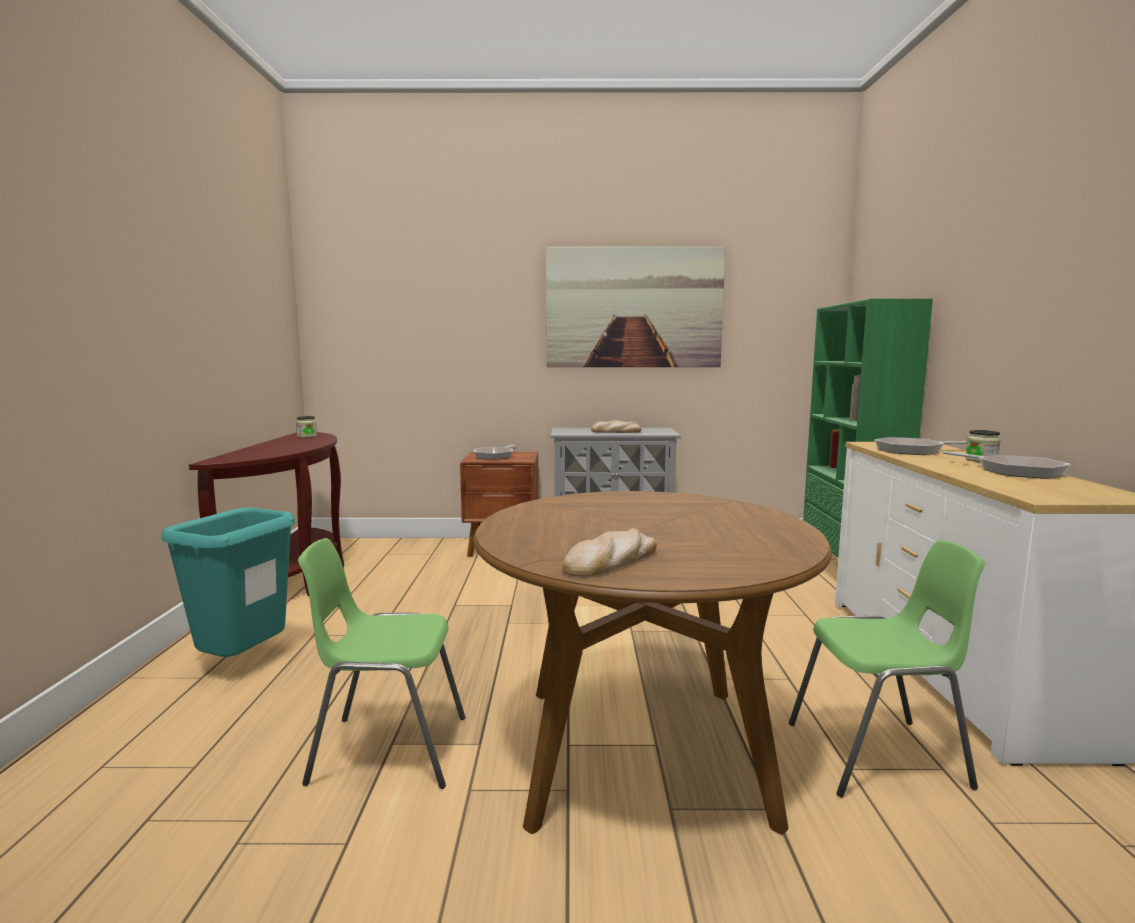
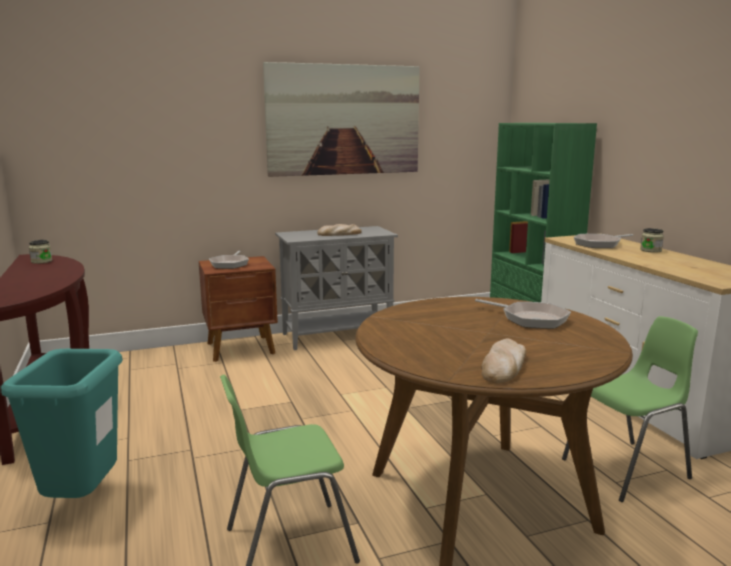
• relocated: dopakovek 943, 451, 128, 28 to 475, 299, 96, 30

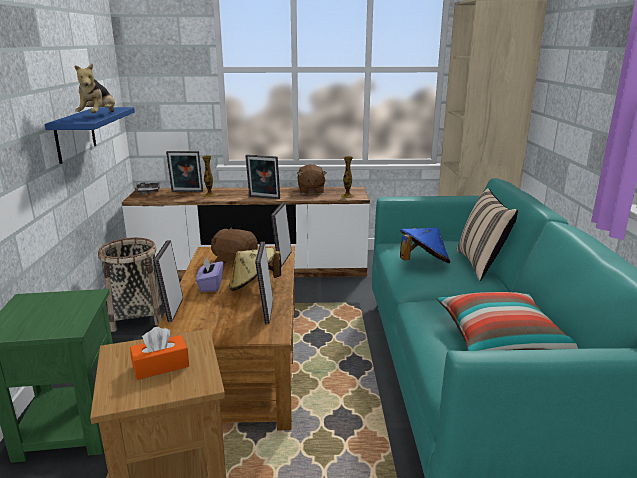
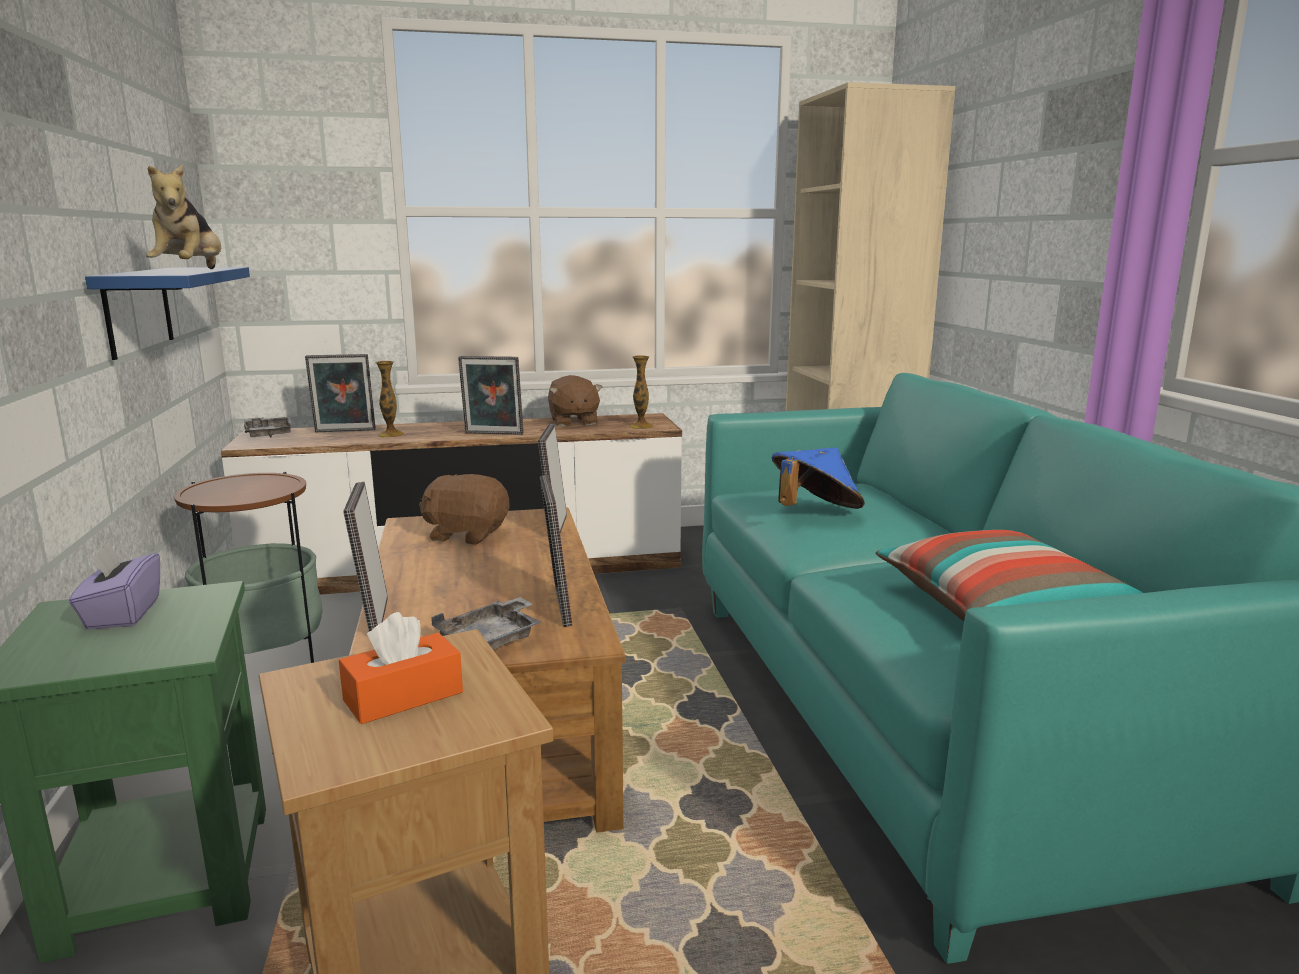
• missing: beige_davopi 229, 248, 52, 43
• missing: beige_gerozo 457, 188, 61, 93
• appeared: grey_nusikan 431, 597, 110, 53
• relocated: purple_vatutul 196, 258, 27, 34 to 69, 543, 91, 87
• exchanged: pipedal 98, 238, 64, 94 to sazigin 174, 472, 149, 191

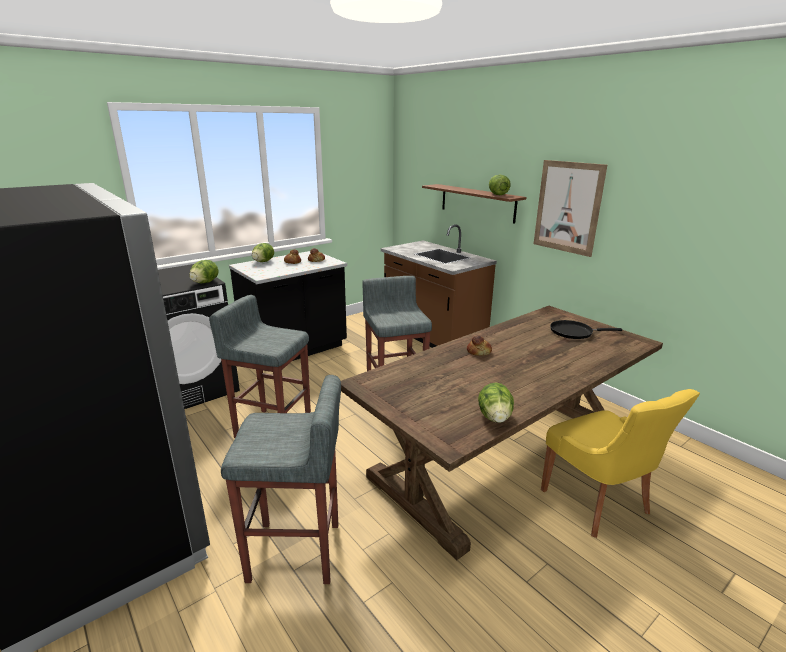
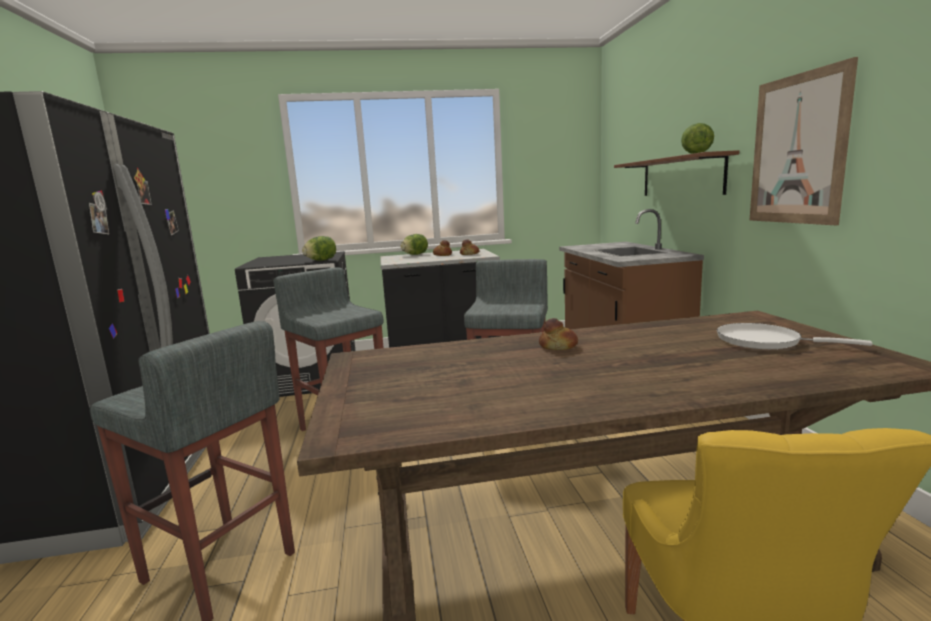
• missing: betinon 478, 383, 36, 40
• colour: black_dopakovek 550, 320, 72, 19 to white_dopakovek 717, 323, 156, 26

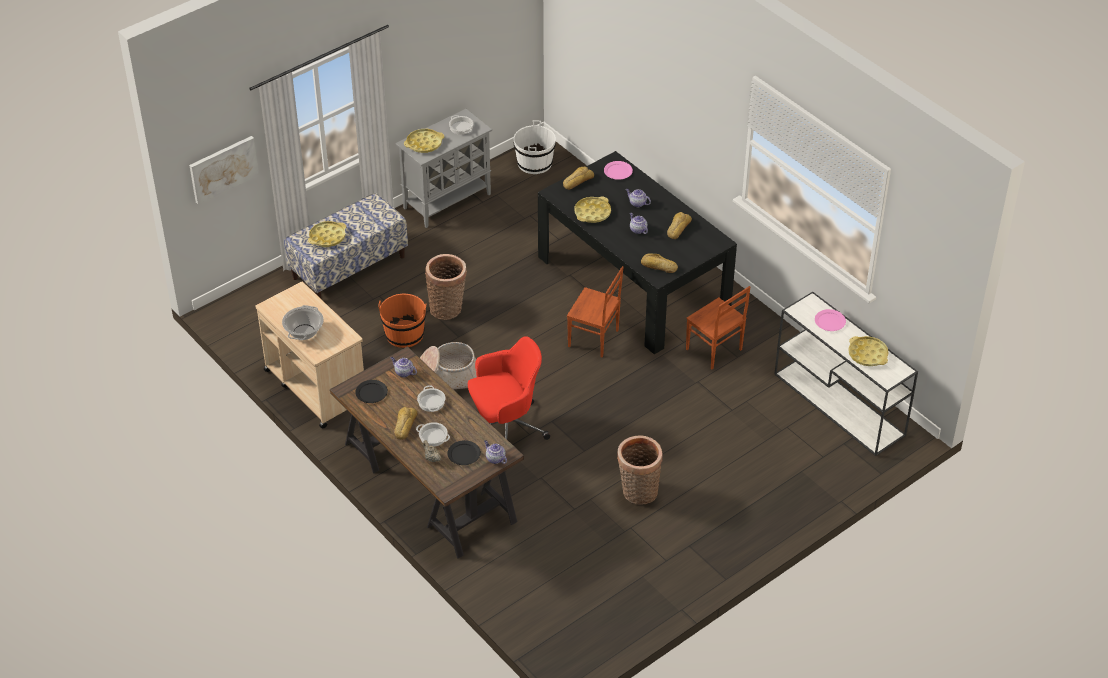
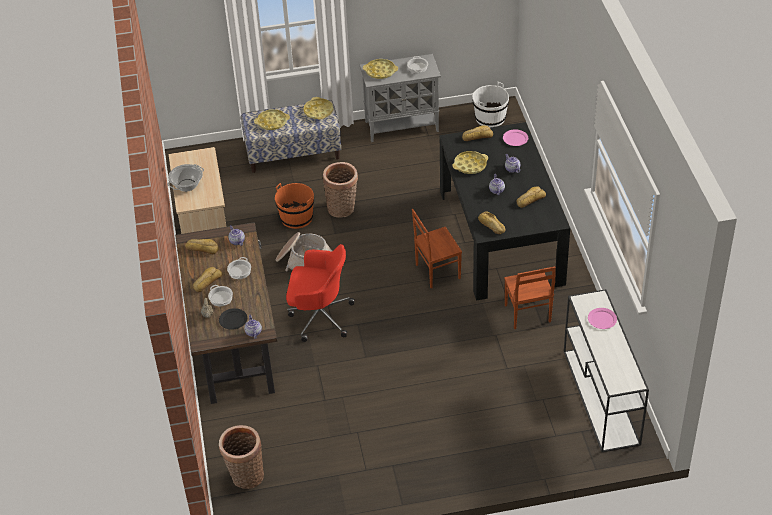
• missing: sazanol 189, 136, 70, 68
• relocated: pipedal 617, 435, 46, 70 to 219, 425, 45, 64
• relocated: yellow_nusikan 848, 336, 41, 30 to 303, 97, 30, 22
• exchanged: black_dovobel 355, 380, 33, 23 to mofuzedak 185, 239, 34, 15
• spun: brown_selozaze 567, 266, 56, 91 = 412, 209, 50, 79 105 degrees clockwise

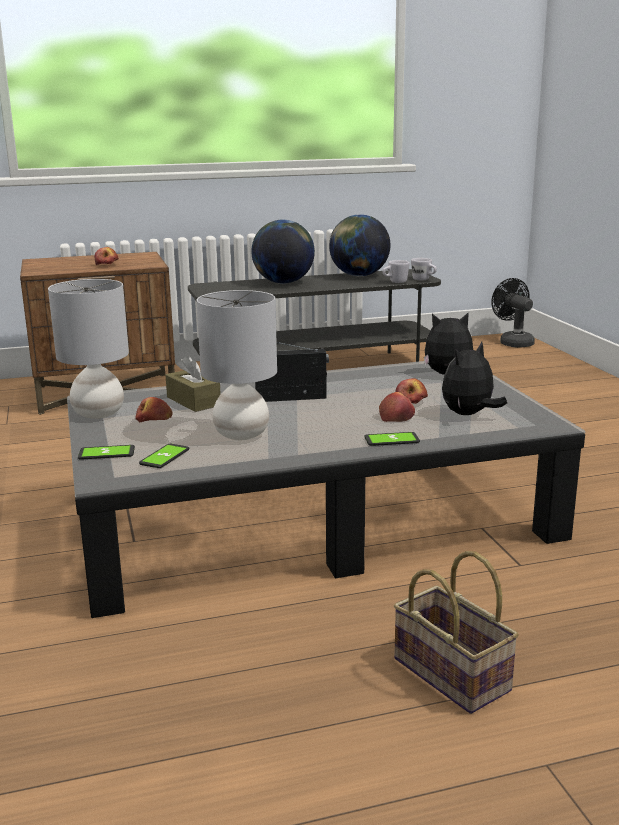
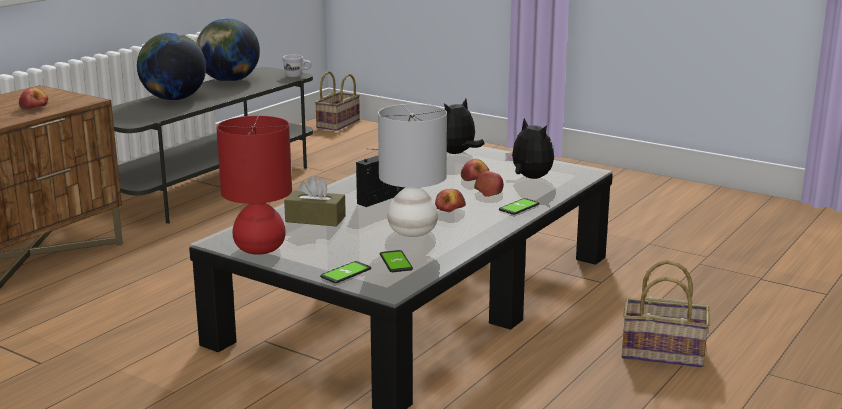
• missing: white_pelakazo 382, 260, 28, 23
• relocated: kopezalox 135, 397, 37, 25 to 435, 189, 31, 23
• exchanged: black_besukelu 492, 278, 43, 70 to pipedal 315, 71, 45, 60
• colour: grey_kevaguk 48, 279, 81, 140 to red_kevaguk 216, 116, 76, 139
• spun: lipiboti 442, 342, 65, 73 = 505, 118, 49, 61 135 degrees clockwise

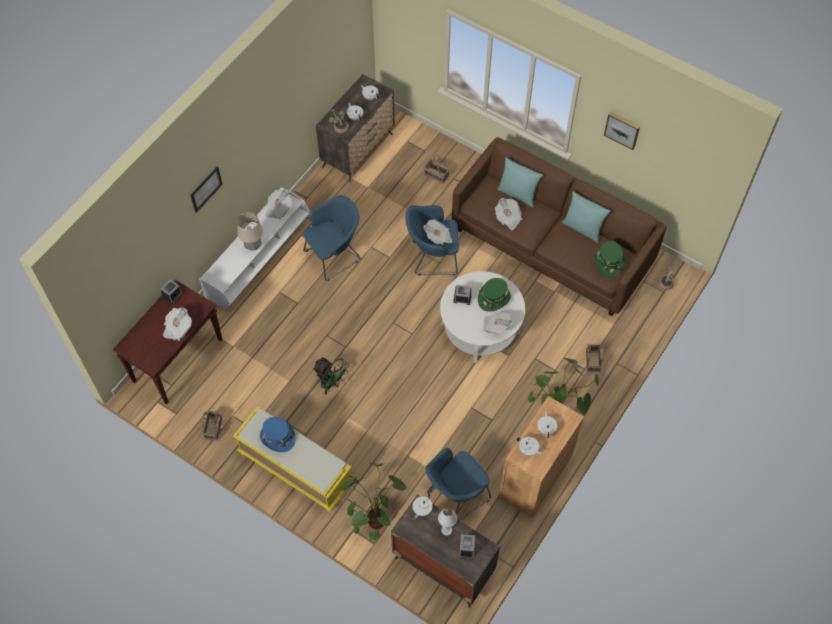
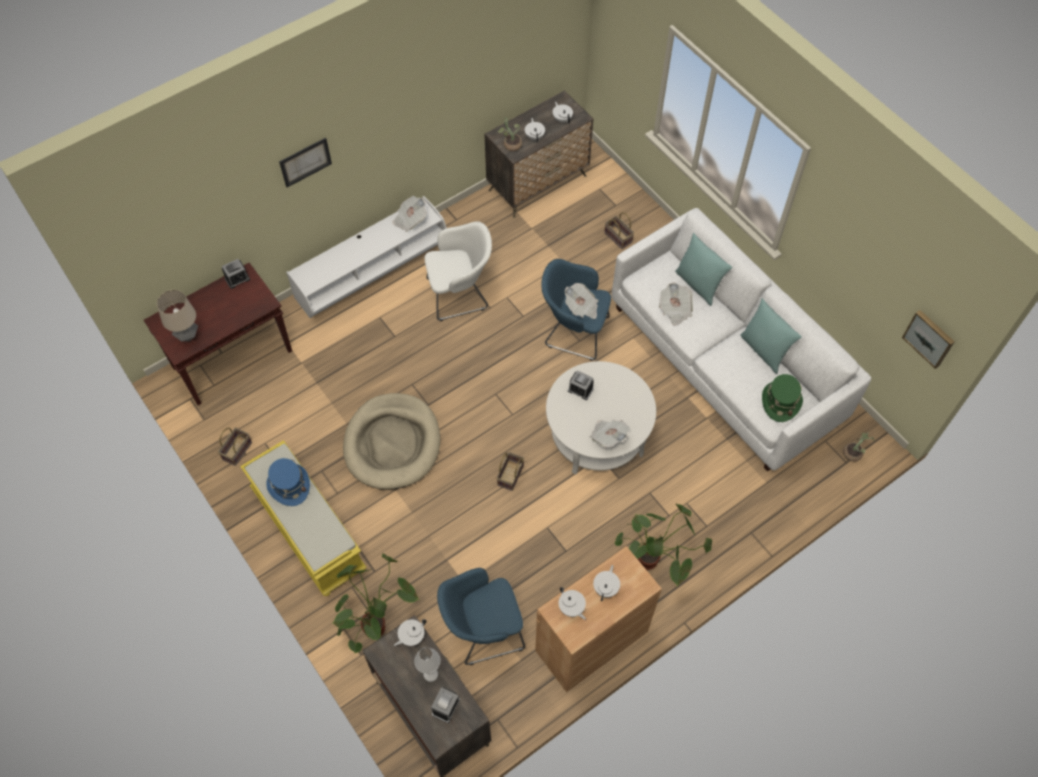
• missing: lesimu 163, 308, 29, 33
• missing: green_davopi 478, 278, 33, 34
• relocated: kevaguk 237, 212, 26, 39 to 157, 290, 41, 52
• relocated: pipedal 586, 344, 18, 28 to 497, 452, 27, 39
• relocated: sazanol 604, 112, 36, 38 to 902, 310, 53, 59
• exchanged: green_besukelu 313, 358, 36, 36 to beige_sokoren 343, 393, 97, 97
• colour: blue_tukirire 303, 195, 57, 86 to white_tukirire 425, 221, 67, 100
• colour: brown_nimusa 452, 137, 214, 179 to white_nimusa 611, 208, 260, 264

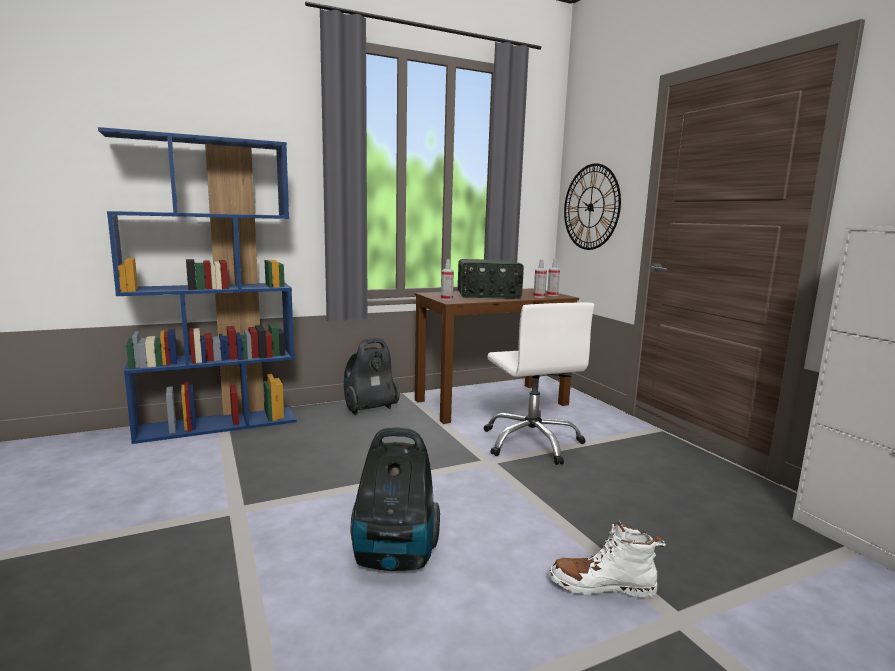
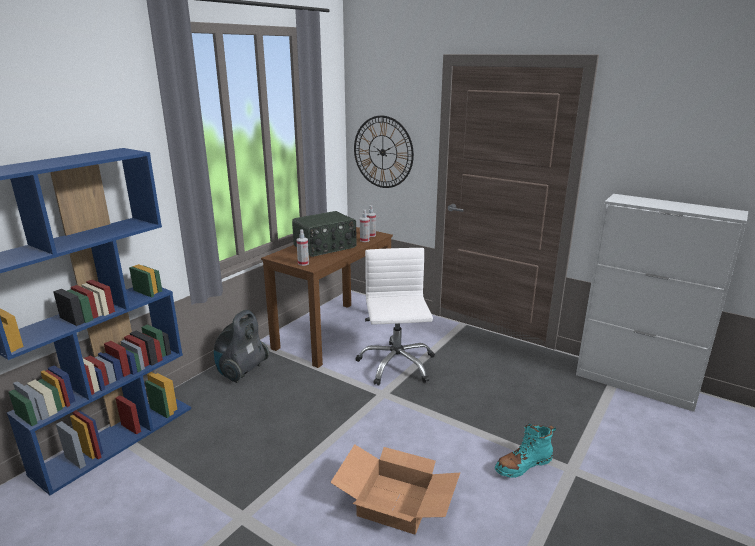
• exchanged: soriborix 351, 427, 89, 144 to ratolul 330, 444, 130, 91
• colour: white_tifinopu 549, 519, 117, 78 to turquoise_tifinopu 495, 423, 61, 55
• spun: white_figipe 484, 303, 110, 162 = 355, 248, 80, 138 135 degrees counterclockwise

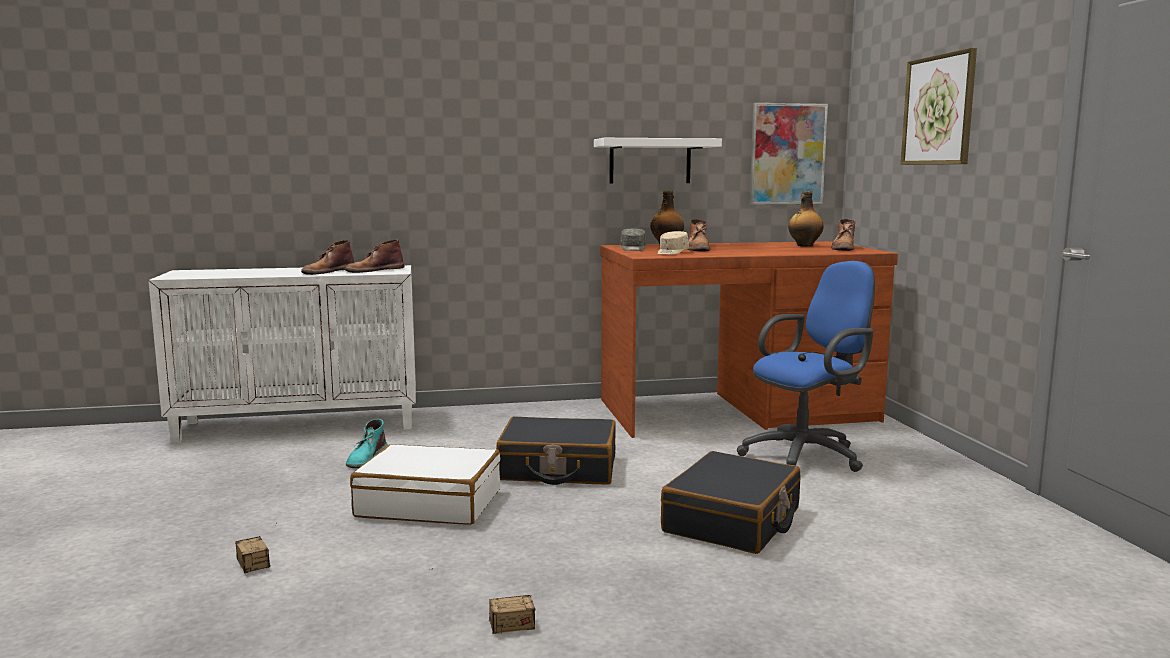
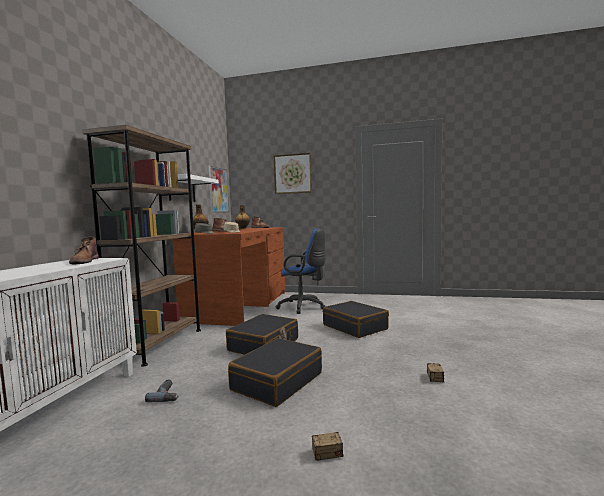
• missing: brown_tifinopu 301, 240, 53, 35
• appeared: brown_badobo 82, 125, 119, 242
• exchanged: turquoise_tifinopu 346, 419, 41, 49 to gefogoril 145, 379, 34, 23
• colour: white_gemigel 350, 444, 151, 81 to black_gemigel 228, 338, 94, 69
• spun: blue_figipe 737, 261, 138, 211 = 276, 228, 50, 86 120 degrees clockwise

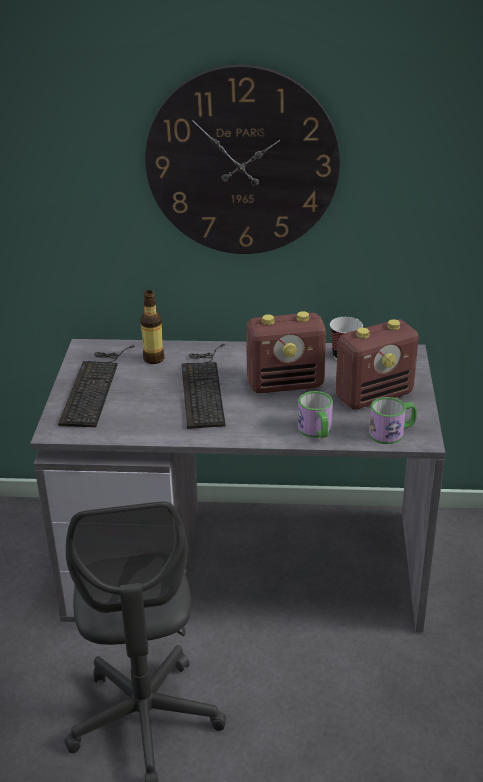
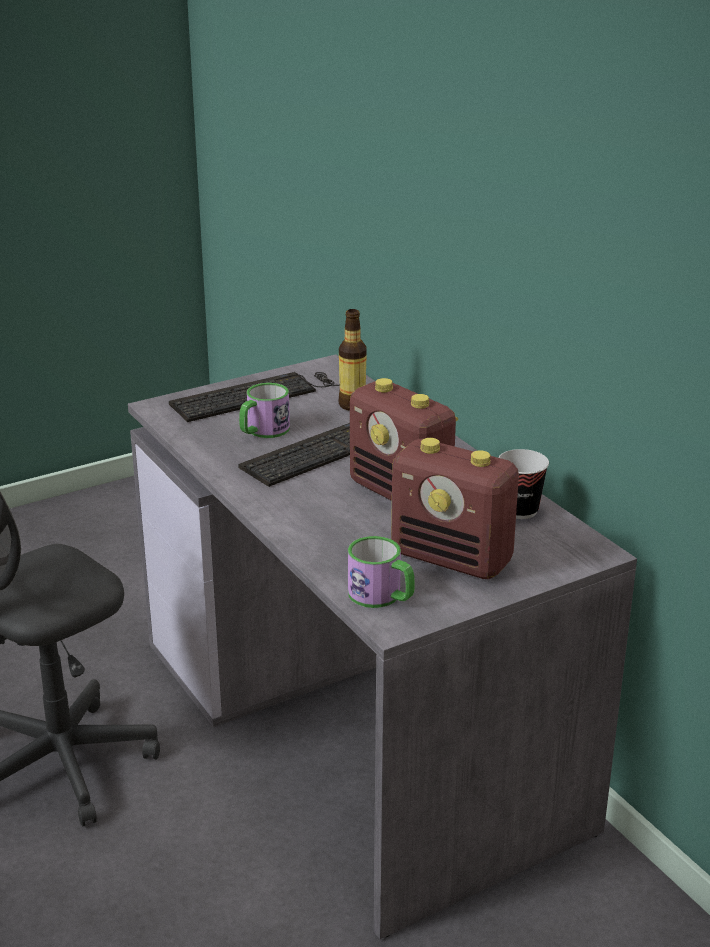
• missing: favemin 145, 65, 195, 189
• relocated: pelakazo 298, 391, 35, 47 to 239, 383, 51, 55

